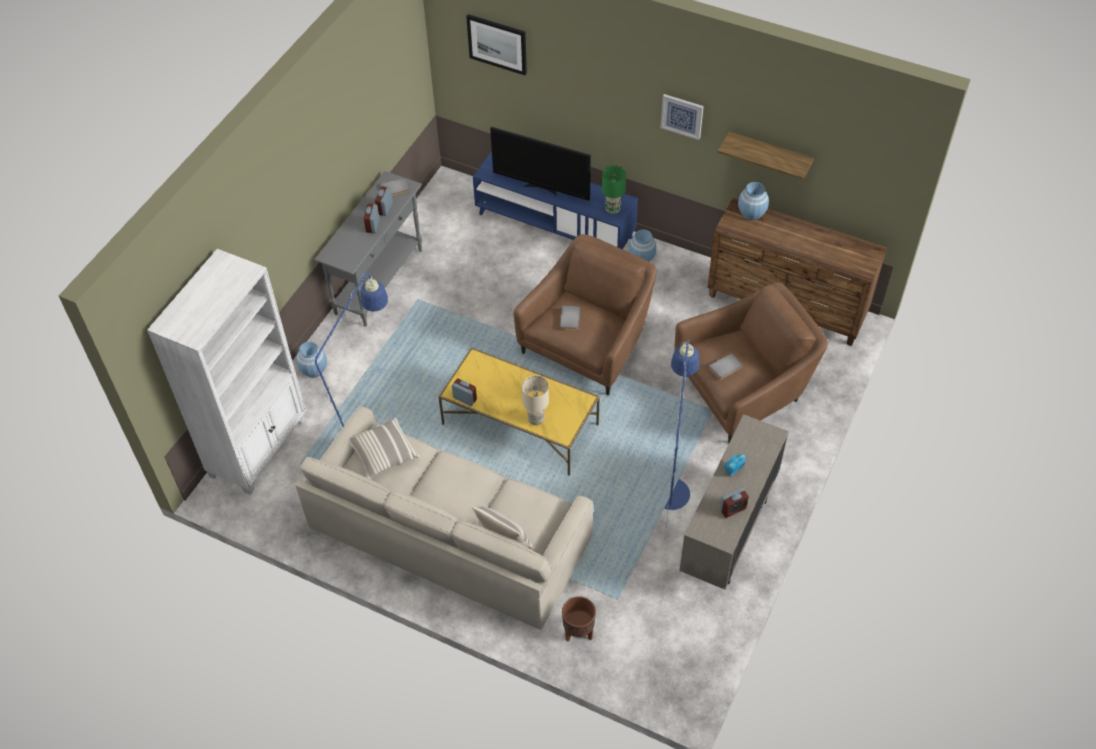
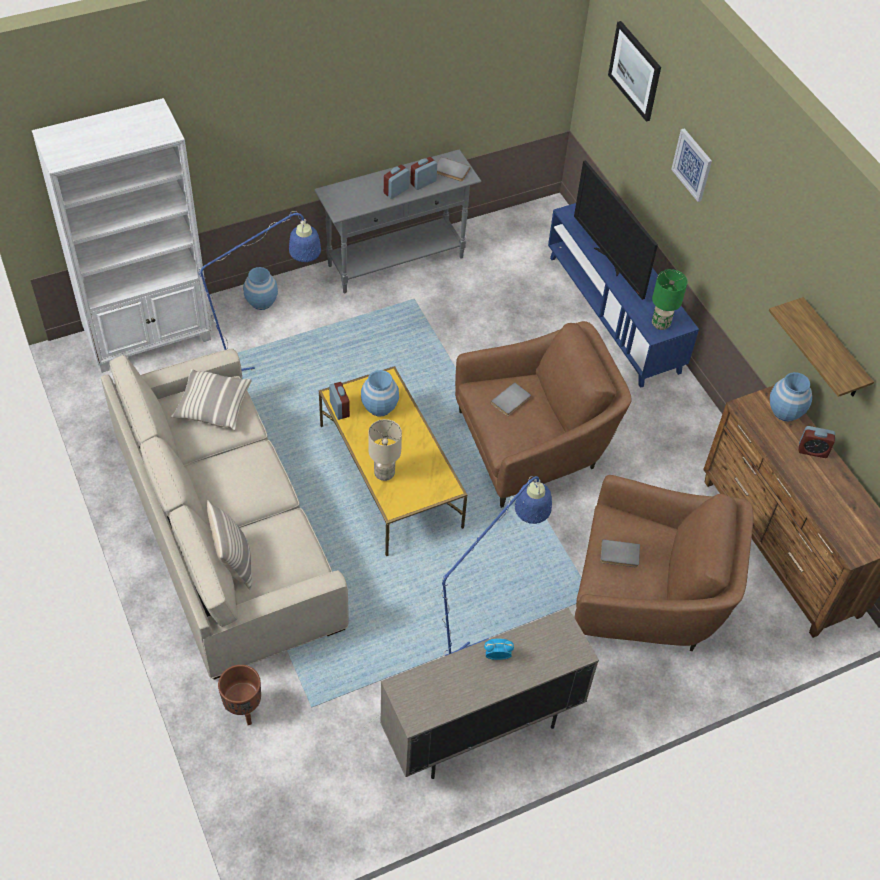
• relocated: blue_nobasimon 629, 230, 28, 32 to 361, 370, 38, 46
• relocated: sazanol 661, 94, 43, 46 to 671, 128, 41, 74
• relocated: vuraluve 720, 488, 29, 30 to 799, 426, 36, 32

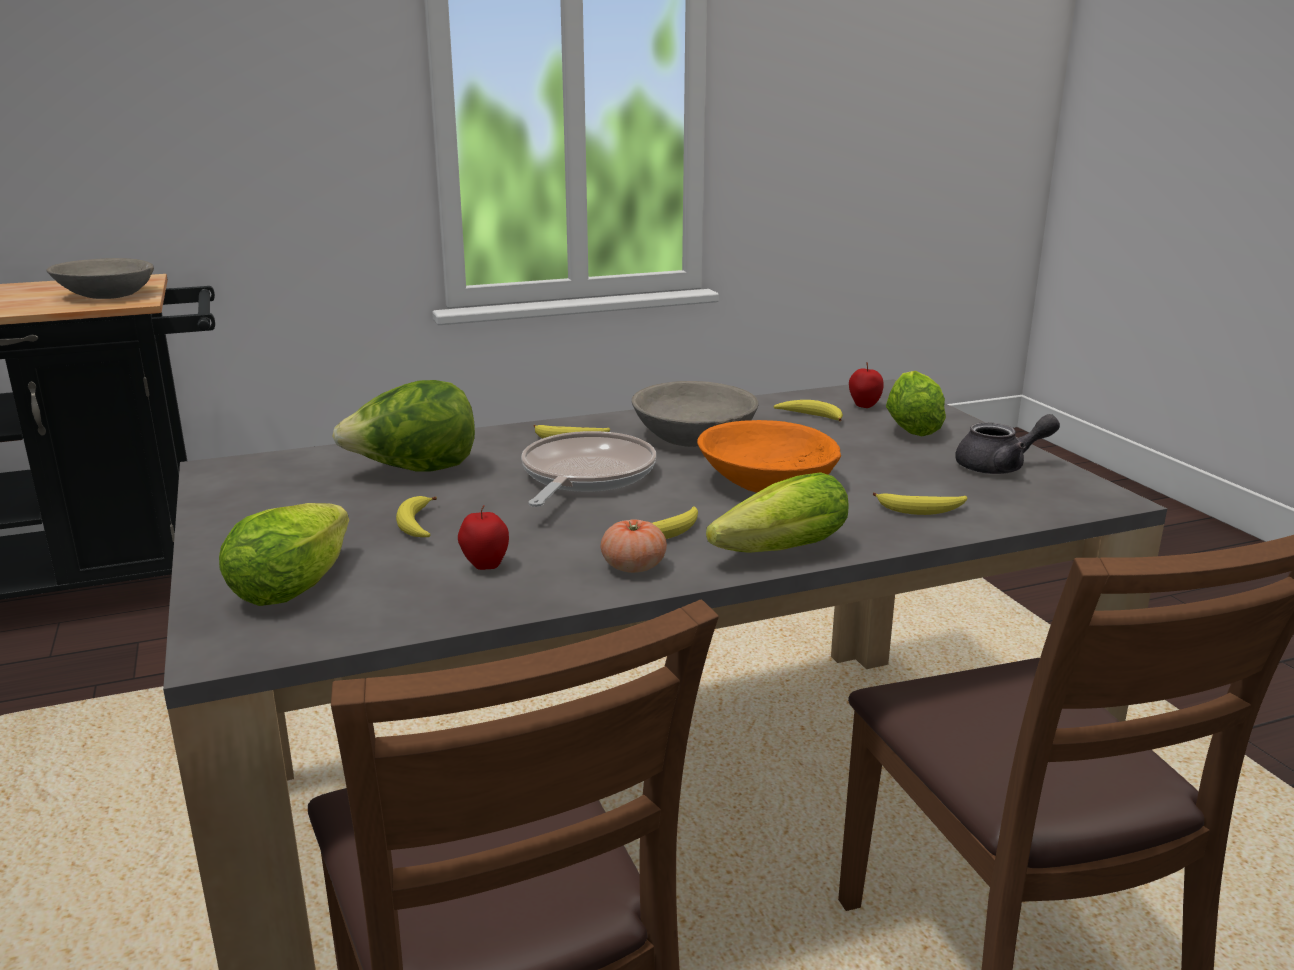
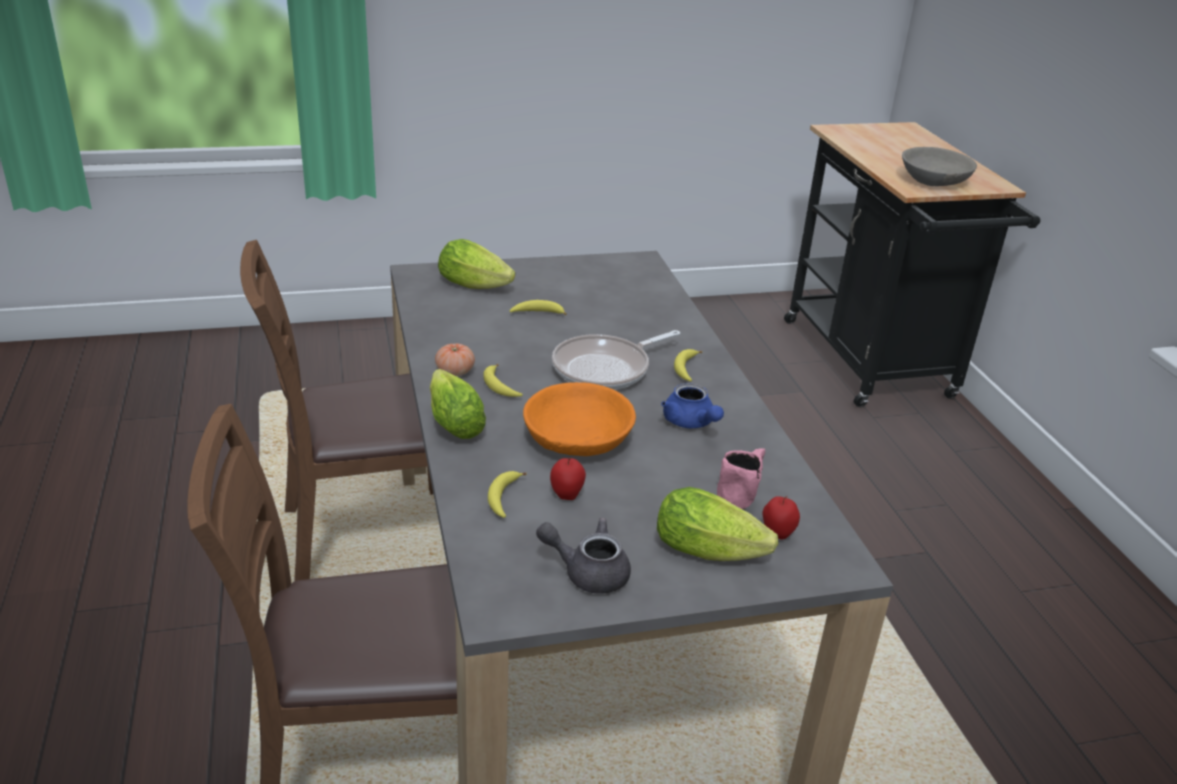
• missing: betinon 332, 380, 143, 92
• relocated: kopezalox 458, 505, 51, 65 to 550, 458, 36, 42
• exchanged: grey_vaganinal 631, 381, 128, 66 to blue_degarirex 661, 383, 63, 45
• exchanged: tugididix 773, 400, 70, 21 to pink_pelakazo 717, 448, 48, 61
• spun: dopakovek 521, 431, 135, 76 = 552, 330, 128, 60 120 degrees clockwise
• spun: grey_degarirex 955, 414, 105, 60 = 536, 518, 95, 76 105 degrees clockwise

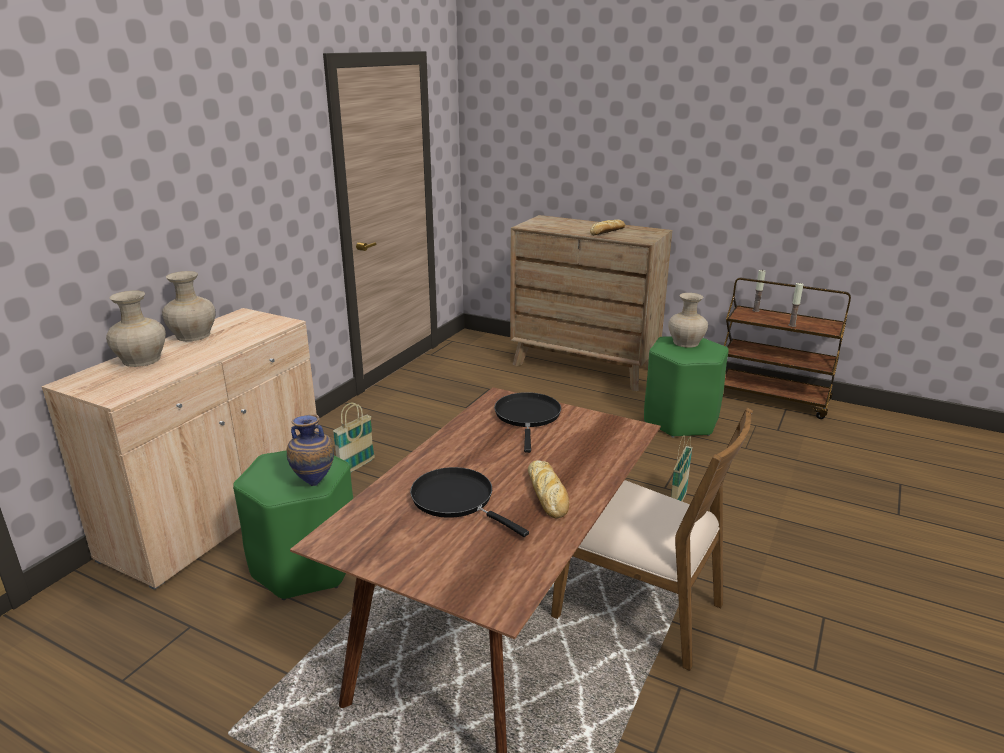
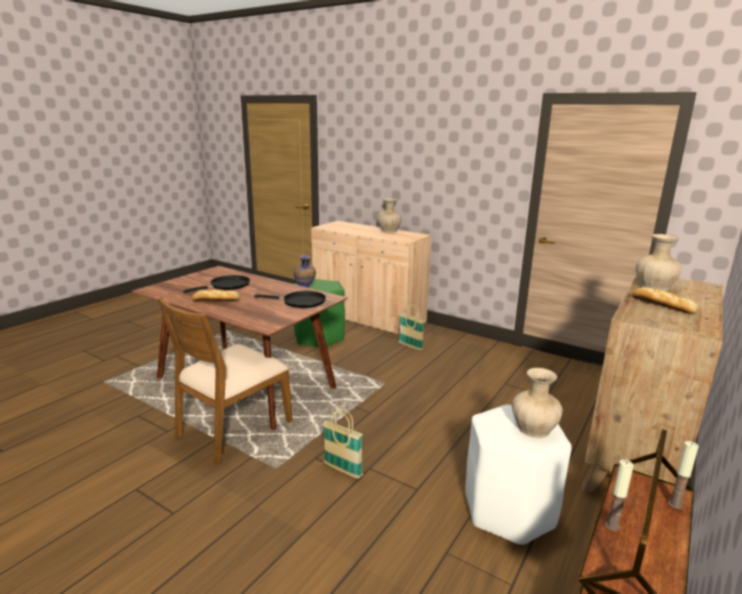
• relocated: beige_nobasimon 106, 291, 60, 76 to 636, 234, 46, 57
• colour: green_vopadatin 644, 336, 85, 102 to white_vopadatin 465, 404, 106, 142

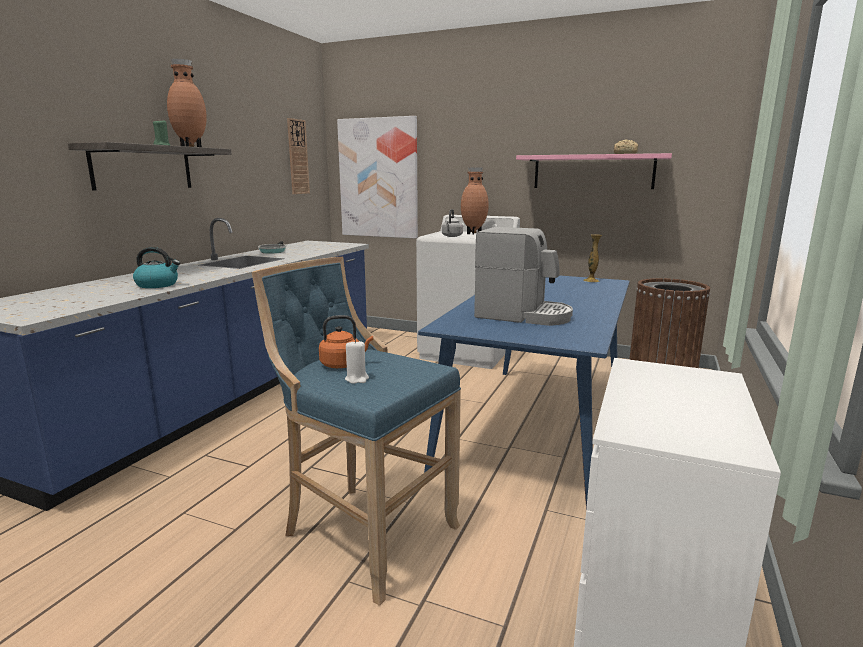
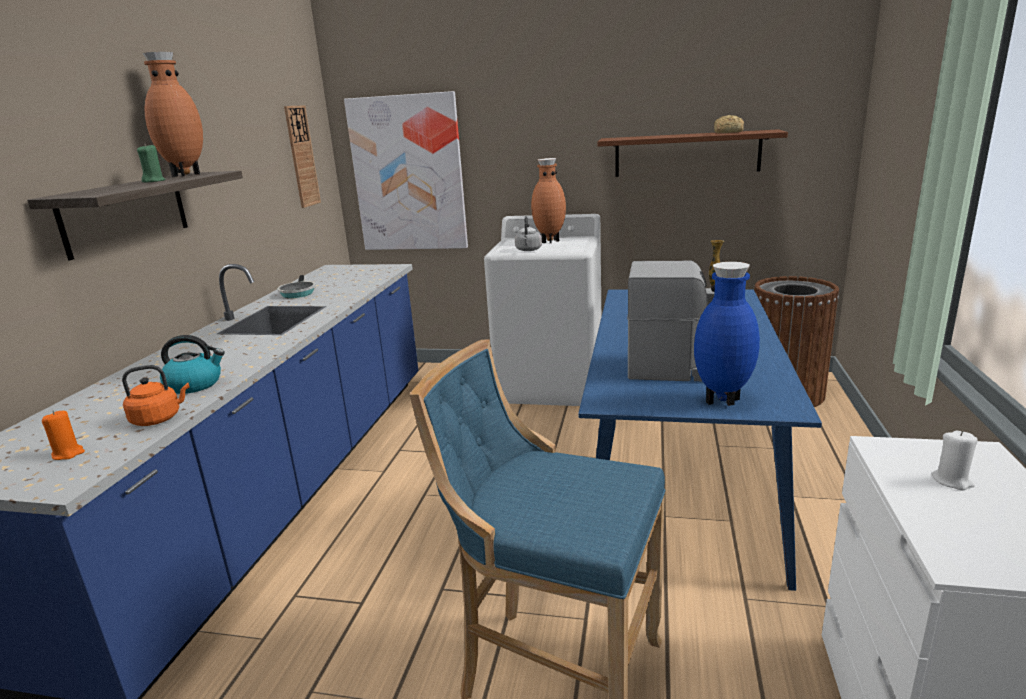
• appeared: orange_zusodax 42, 411, 43, 49
• appeared: blue_nobasimon 694, 262, 66, 144
• relocated: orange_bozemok 319, 315, 54, 53 to 122, 365, 68, 61
• relocated: white_zusodax 345, 339, 24, 45 to 932, 431, 46, 59
• colour: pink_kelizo 516, 153, 156, 36 to brown_kelizo 598, 129, 190, 48

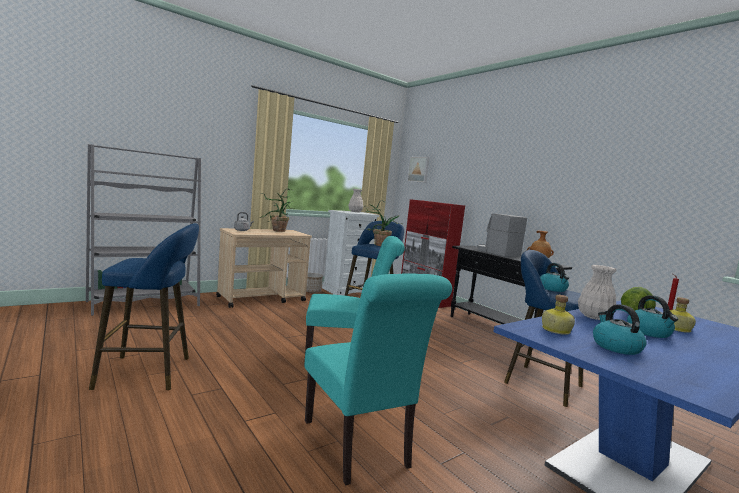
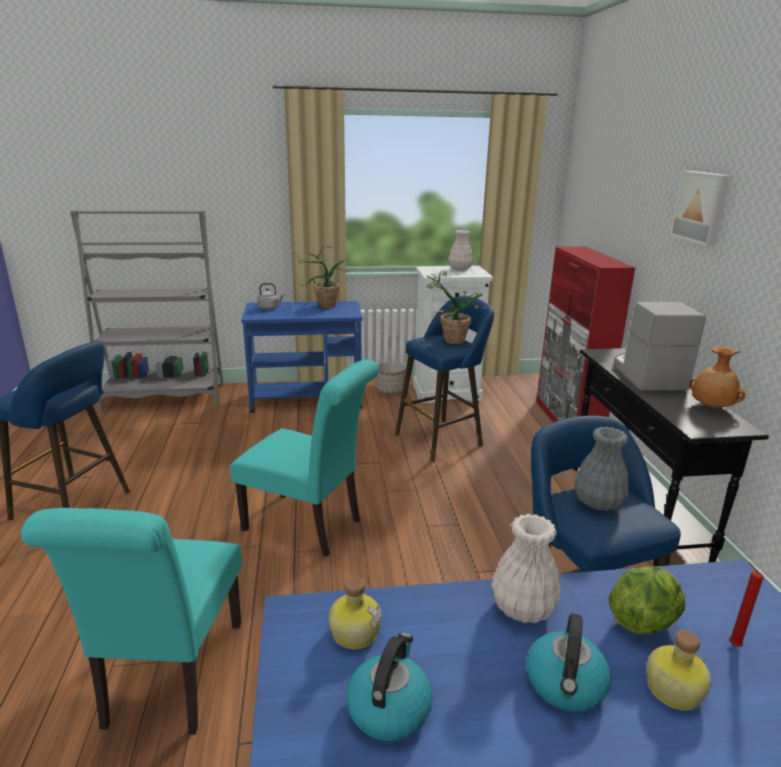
• relocated: sazanol 407, 157, 23, 26 to 670, 171, 61, 75
• exchanged: bozemok 540, 263, 29, 29 to grey_nobasimon 574, 427, 55, 83
• colour: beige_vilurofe 216, 228, 96, 80 to blue_vilurofe 241, 301, 121, 112

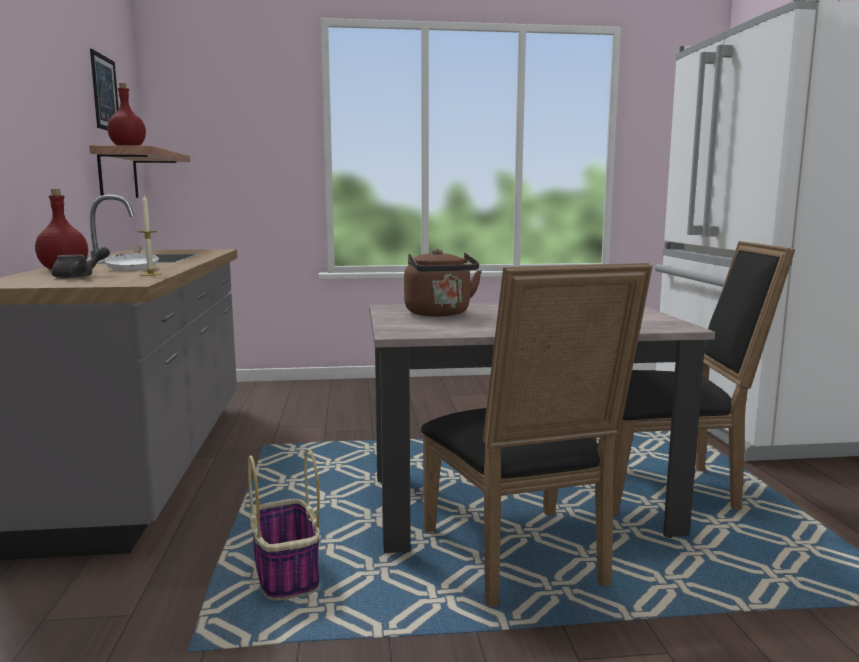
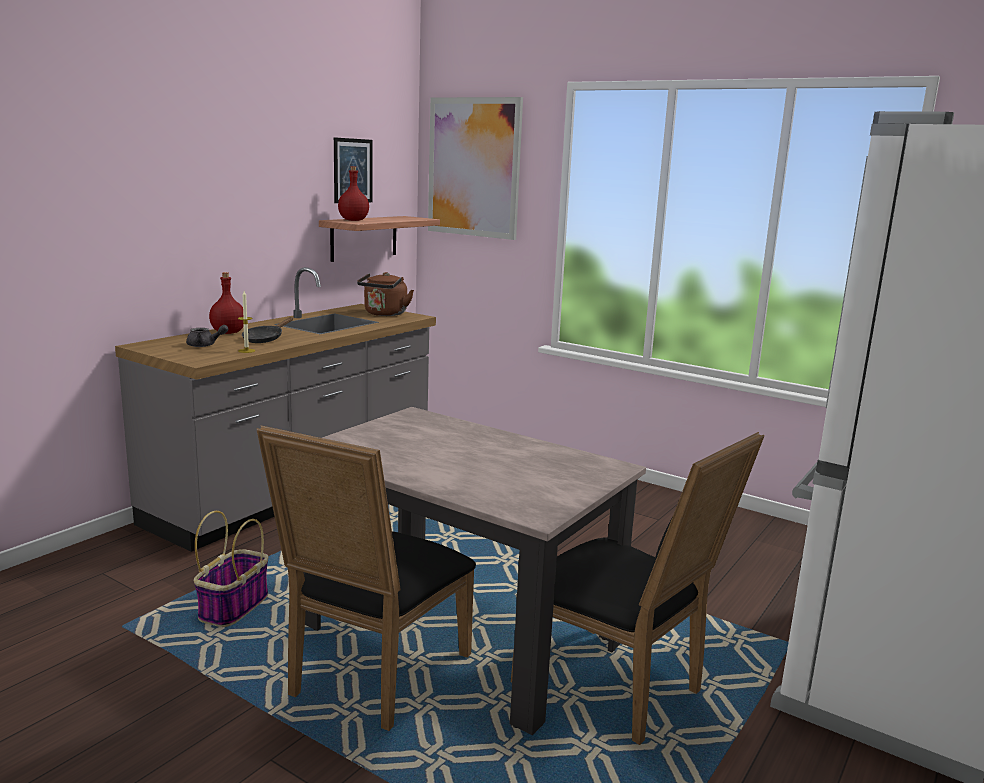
• appeared: sazanol 428, 97, 95, 143
• relocated: brown_bozemok 404, 249, 78, 68 to 357, 272, 57, 44
• colour: white_dopakovek 104, 245, 55, 26 to black_dopakovek 242, 317, 51, 26

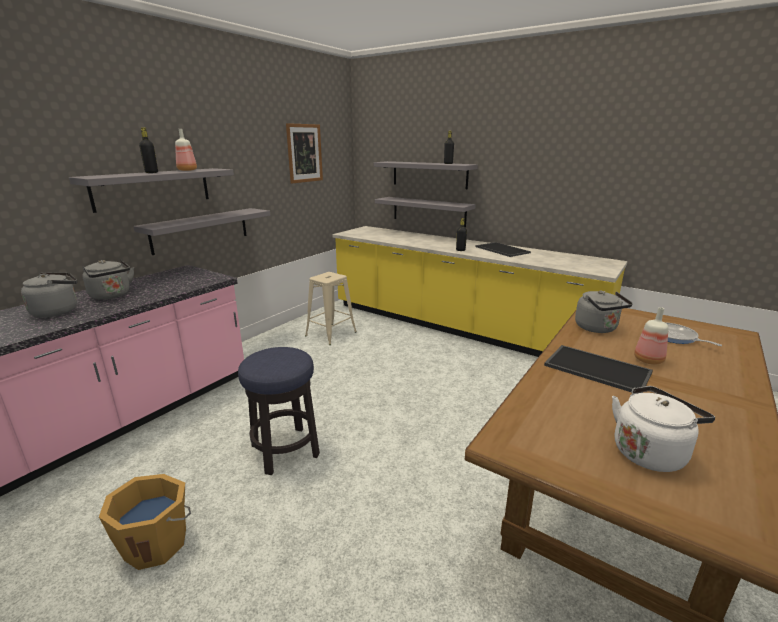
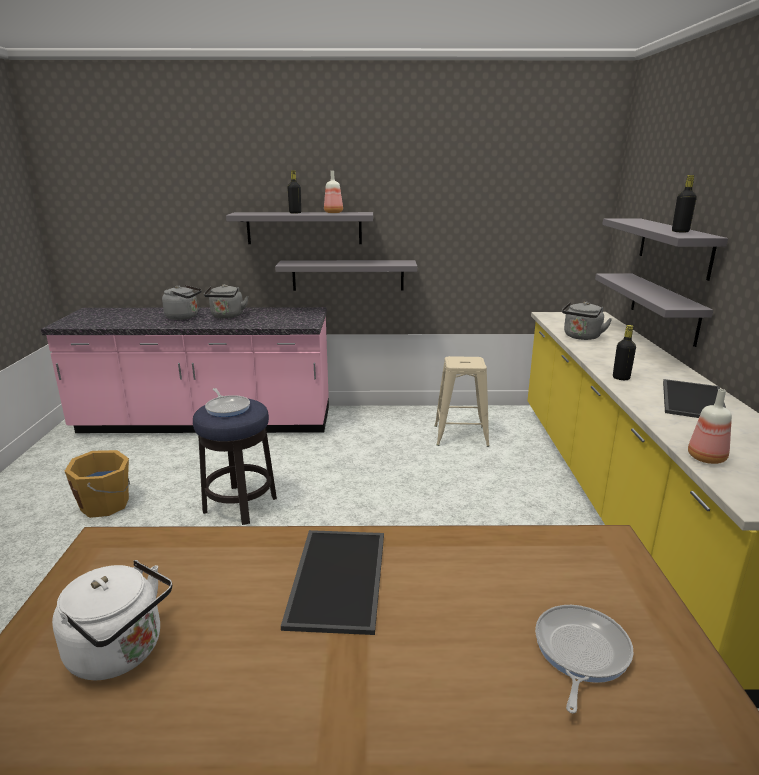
• missing: sazanol 286, 123, 37, 61
• appeared: dopakovek 205, 388, 45, 29
• relocated: grey_bozemok 575, 291, 58, 42 to 562, 302, 50, 38
• relocated: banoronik 634, 307, 35, 58 to 688, 389, 44, 75

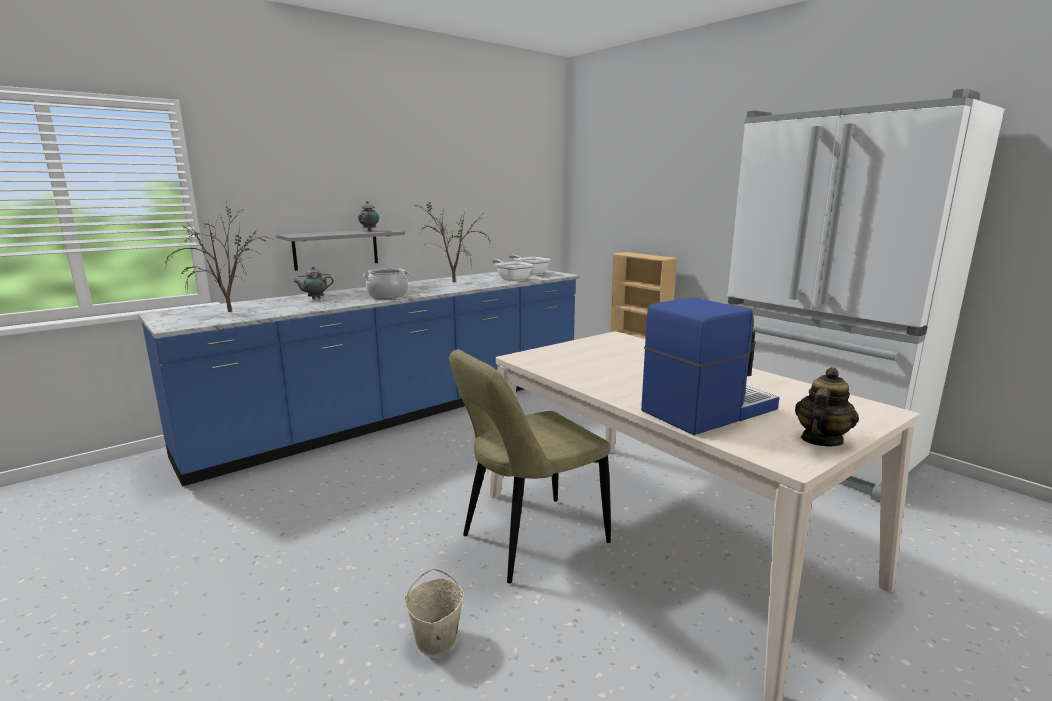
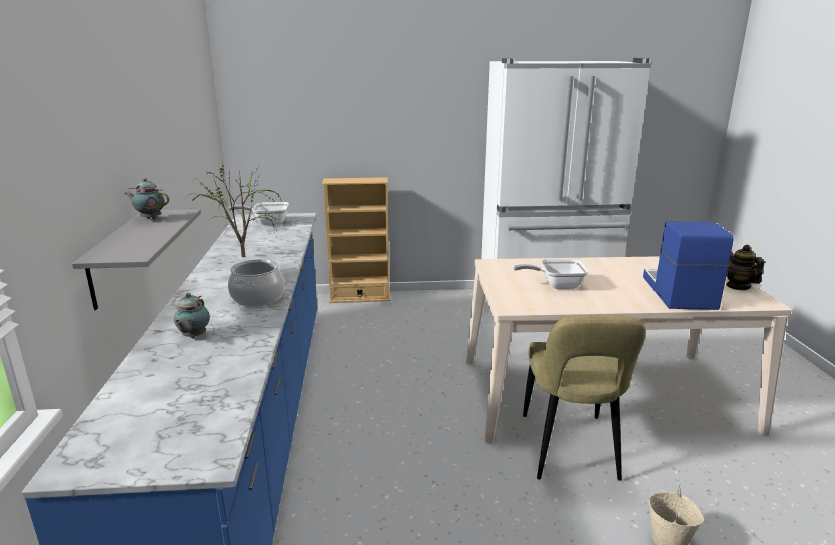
• missing: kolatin 165, 202, 104, 110
• relocated: dopakovek 492, 259, 41, 22 to 513, 259, 75, 30

